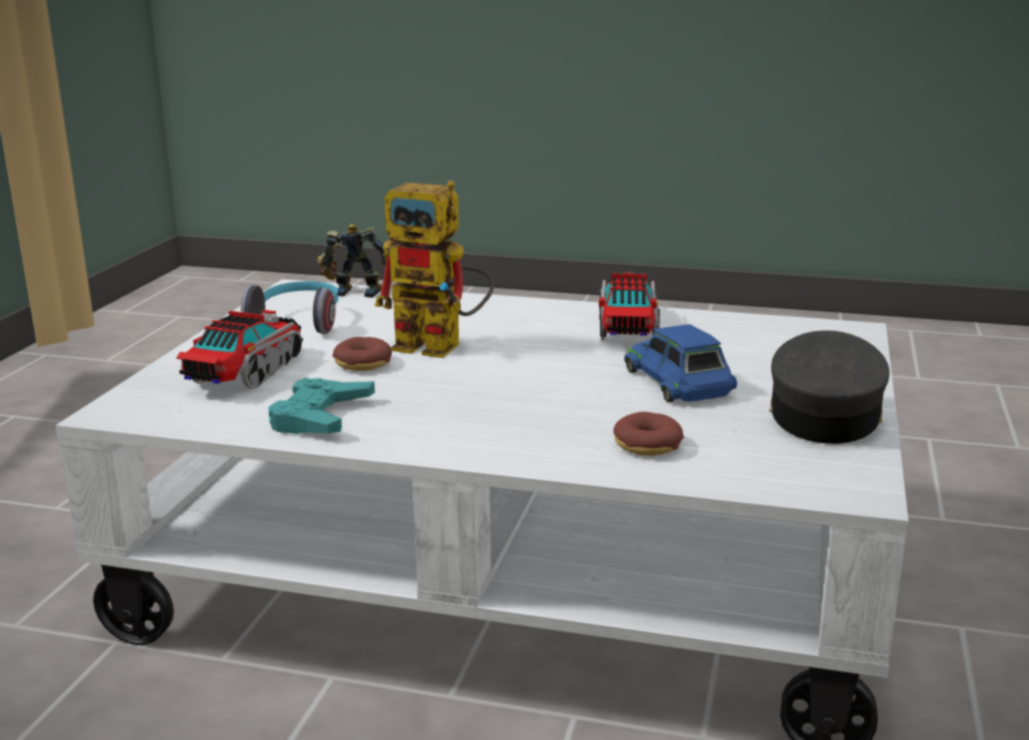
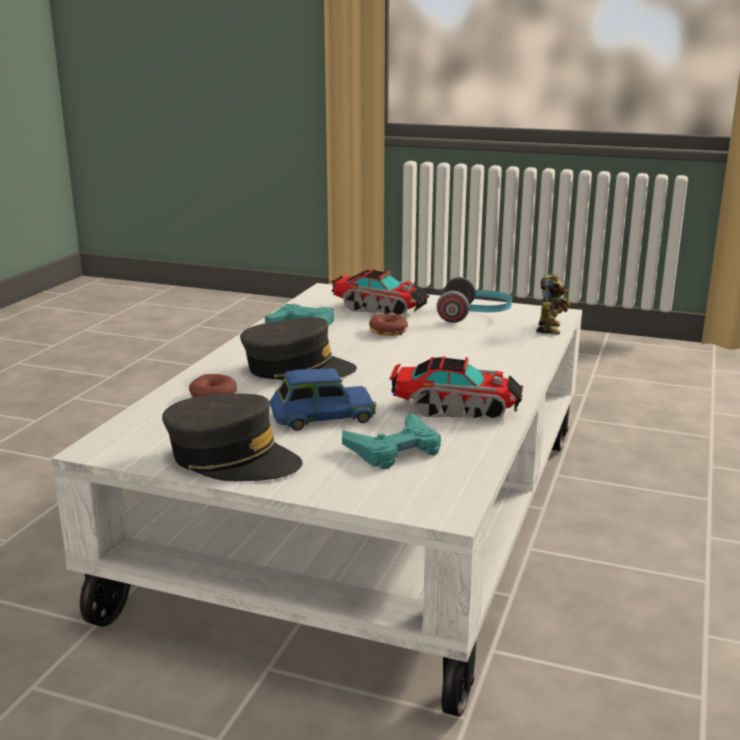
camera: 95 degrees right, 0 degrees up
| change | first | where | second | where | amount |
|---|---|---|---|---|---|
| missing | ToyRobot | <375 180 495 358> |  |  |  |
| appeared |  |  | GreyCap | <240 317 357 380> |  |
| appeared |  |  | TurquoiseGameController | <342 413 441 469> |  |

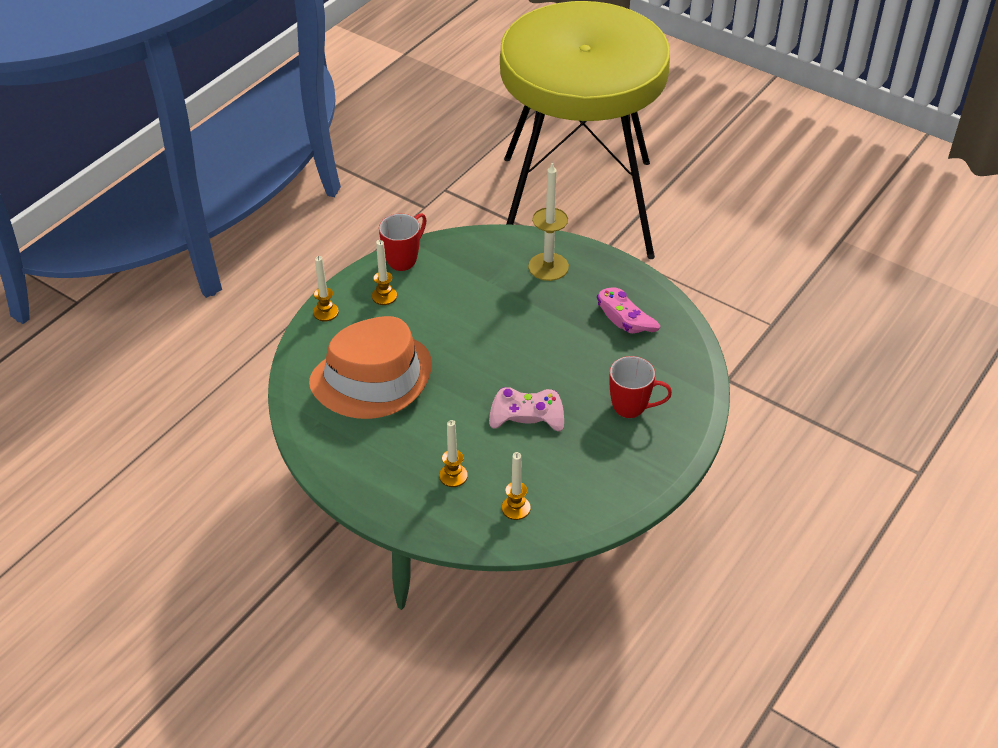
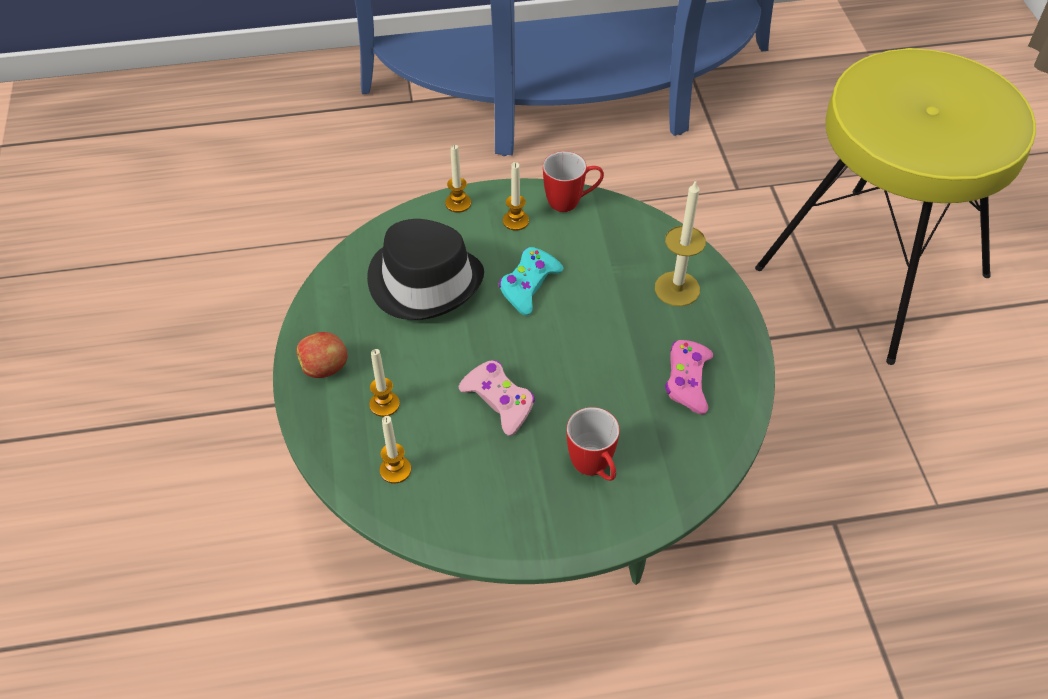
camera: 45 degrees right, 5 degrees up
| change | first | where | second | where | amount |
|---|---|---|---|---|---|
| appeared |  |  | Apple | <296 332 348 378> |  |
| appeared |  |  | TurquoiseGameController | <498 247 564 316> |  |
| colour | OrangeHat | <309 316 432 419> | BlackHat | <367 219 484 320> |  |

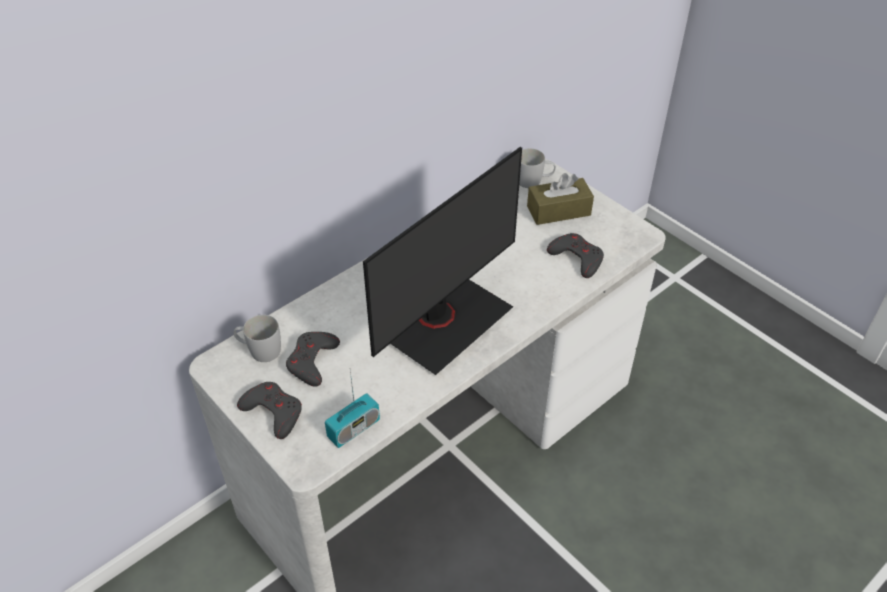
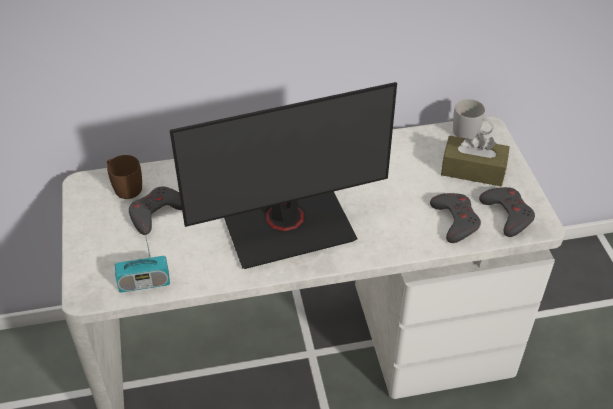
camera: 30 degrees right, 0 degrees up
| change | first | where | second | where | amount |
|---|---|---|---|---|---|
| relocated | GreyGameController | <237 382 302 439> |  | <479 187 535 237> |  |
| colour | WhiteMug | <233 315 281 362> | BrownMug | <107 155 142 199> |  |

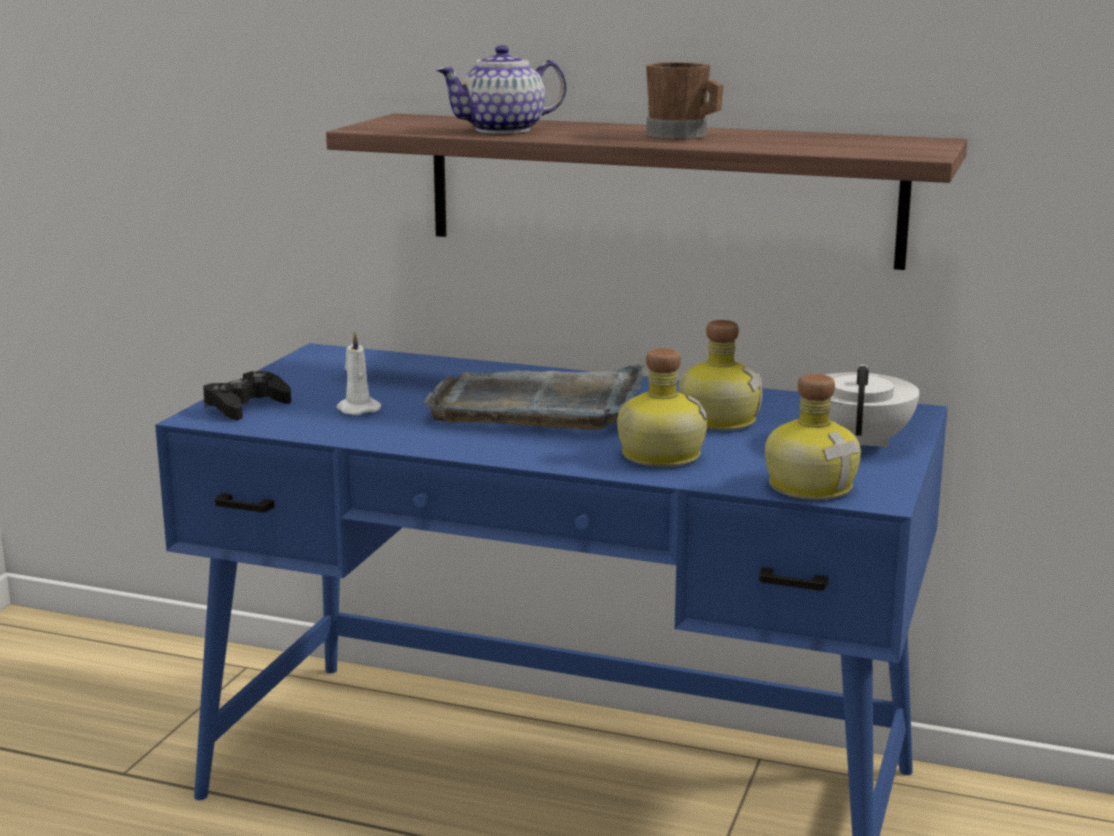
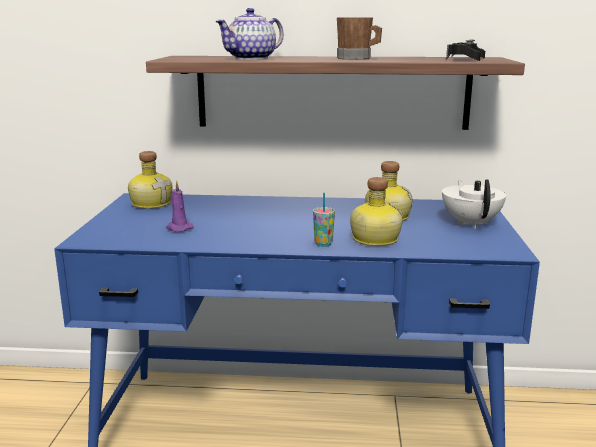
camera: 15 degrees left, 0 degrees up
| change | first | where | second | where | amount |
|---|---|---|---|---|---|
| missing | GreyTray | <422 363 646 430> |  |  |  |
| appeared |  |  | Cup | <313 193 335 247> |  |
| relocated | BlackGameController | <203 371 291 420> |  | <446 40 485 61> |  |
| relocated | Bottle | <765 374 861 500> |  | <128 151 173 209> |  |
| colour | WhiteCandle | <337 331 381 415> | PurpleCandle | <166 181 194 232> |  |

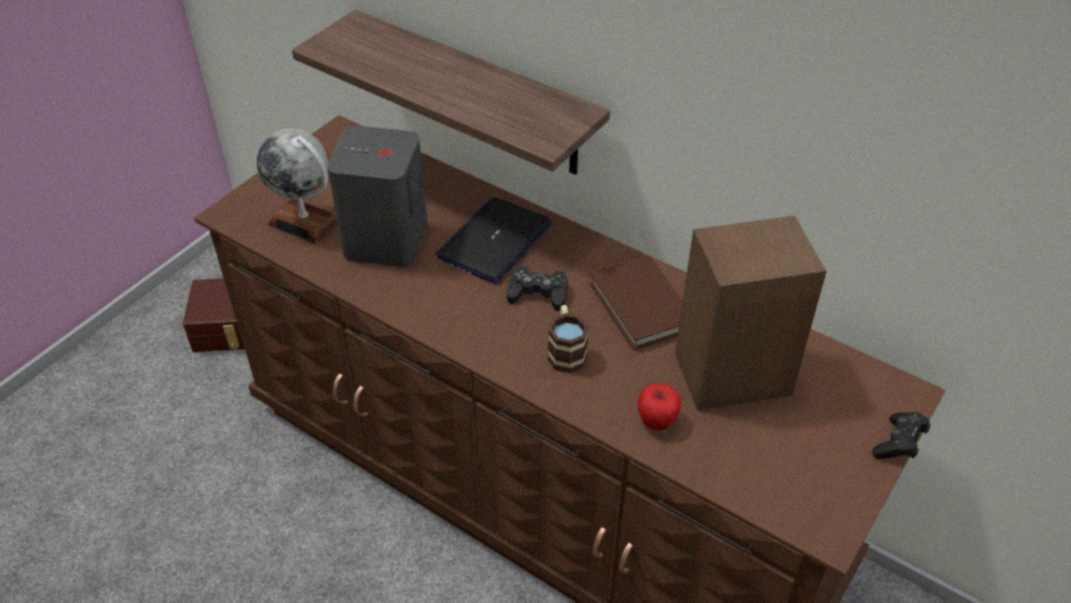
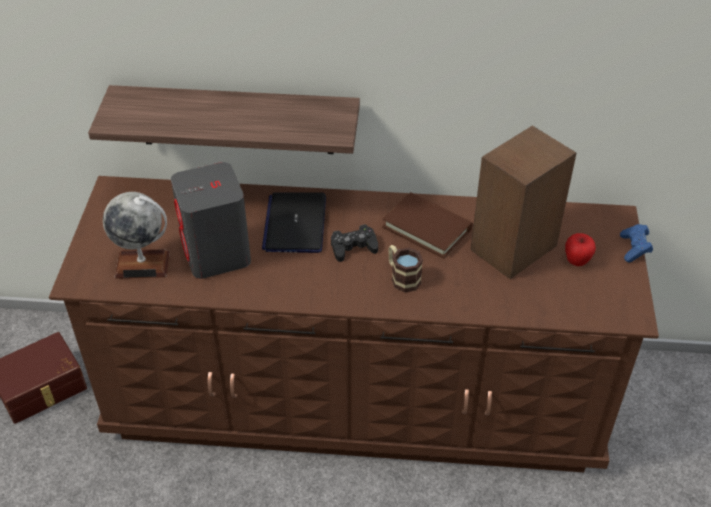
camera: 30 degrees left, 0 degrees up
| change | first | where | second | where | amount |
|---|---|---|---|---|---|
| relocated | Apple | <637 383 681 430> |  | <565 233 596 266> |  |
| colour | BlackGameController | <872 412 930 459> | BlueGameController | <620 224 653 263> |  |

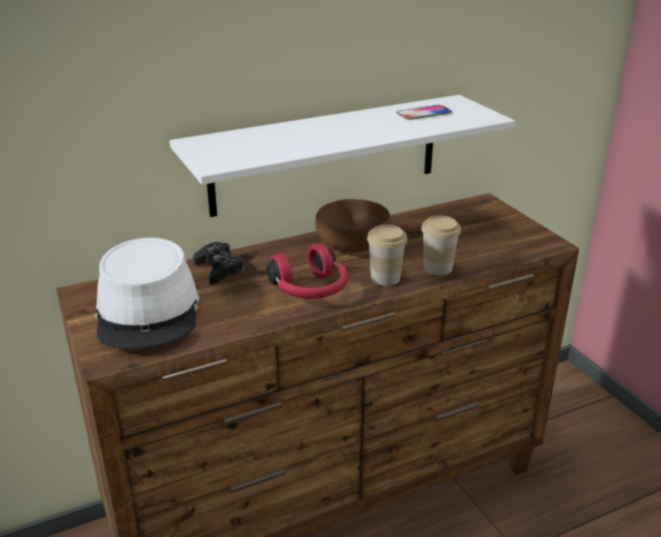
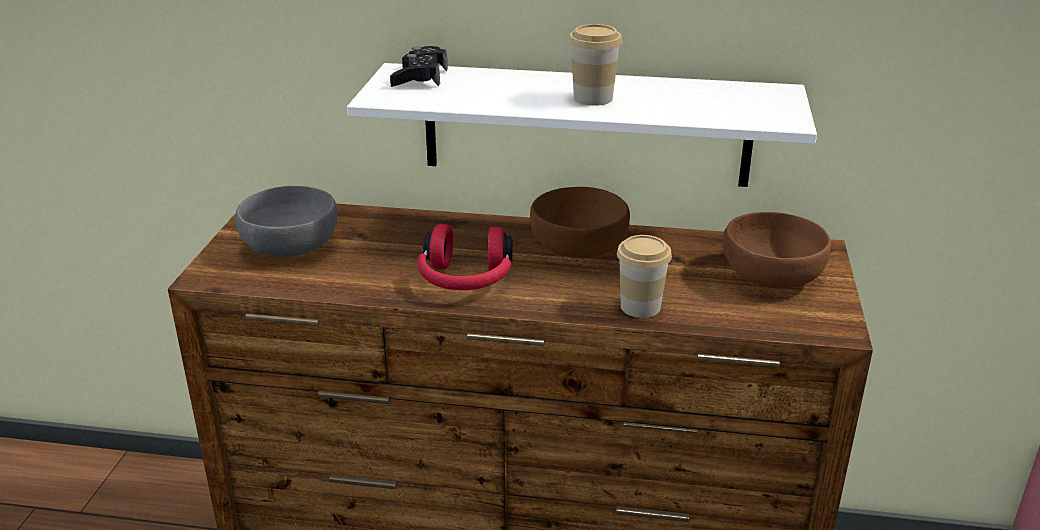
camera: 35 degrees right, 0 degrees up
| change | first | where | second | where | amount |
|---|---|---|---|---|---|
| missing | Phone | <397 105 452 120> |  |  |  |
| appeared |  |  | BrownBowl | <723 212 831 289> |  |
| relocated | BlackGameController | <193 242 244 285> |  | <390 46 448 87> |  |
| relocated | Cup | <367 225 407 286> |  | <569 24 622 106> |  |
| exchanged | WhiteHat | <95 238 199 350> | GreyBowl | <235 186 338 257> |  |

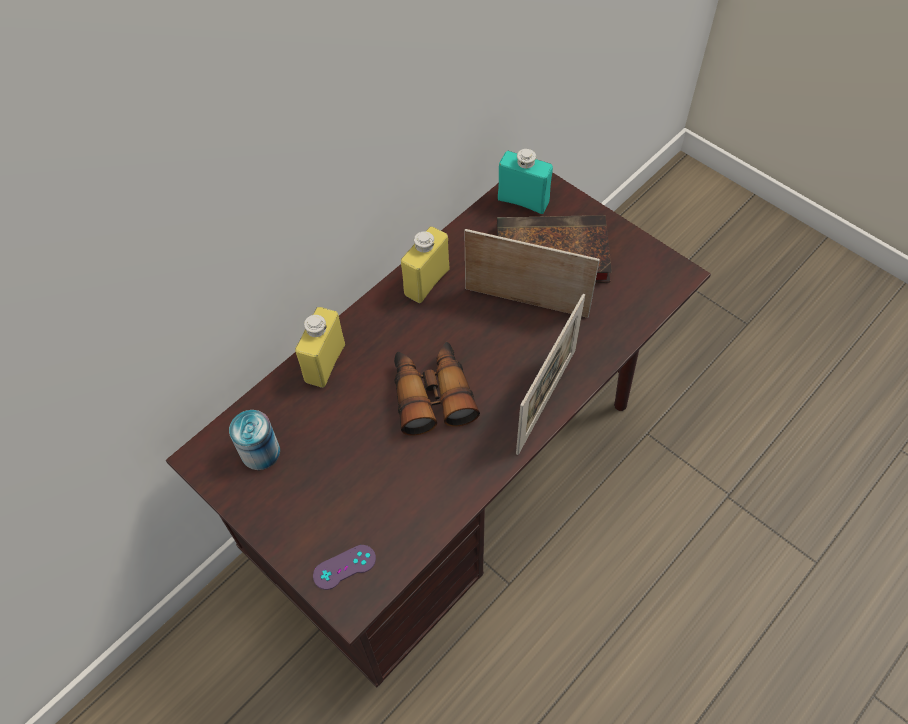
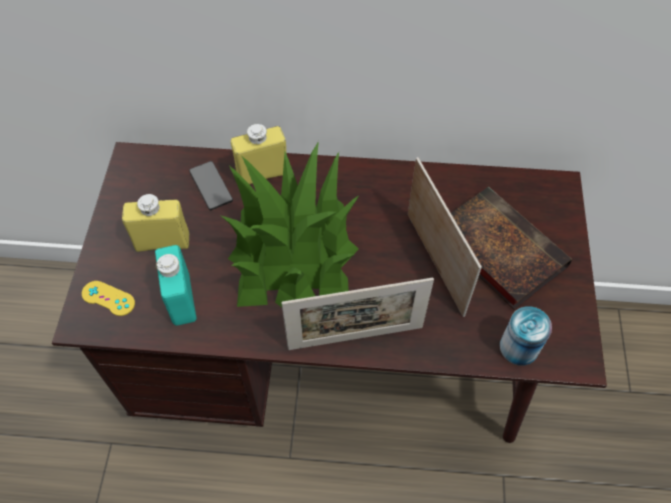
camera: 50 degrees right, 0 degrees up
| change | first | where | second | where | amount |
|---|---|---|---|---|---|
| appeared |  |  | Phone | <189 161 233 210> |  |
| relocated | Can | <229 410 280 470> |  | <500 306 552 366> |  |
| relocated | YellowBottle | <401 227 449 303> |  | <122 194 189 252> |  |
| relocated | TurquoiseBottle | <498 149 553 214> |  | <155 245 197 326> |  |
| exchanged | Binoculars | <394 342 480 435> | PottedPlant | <221 141 359 307> |  |
| colour | PurpleGameController | <313 545 376 590> | YellowGameController | <82 281 135 316> |  |

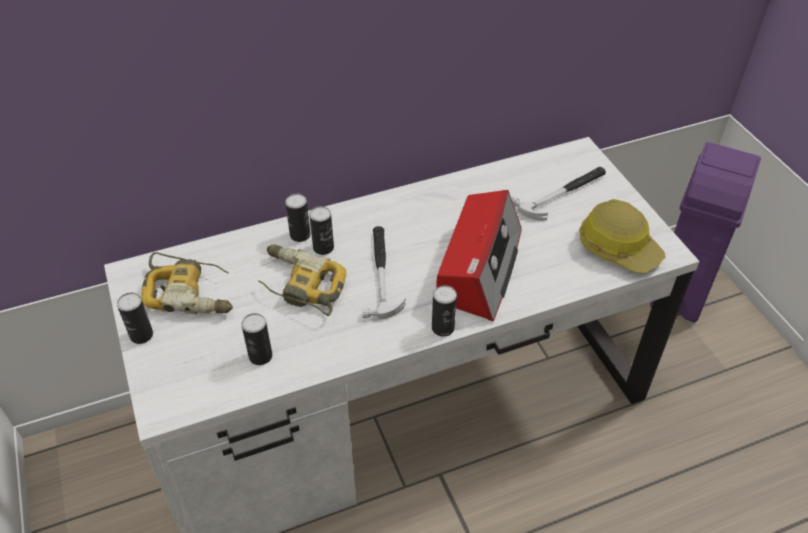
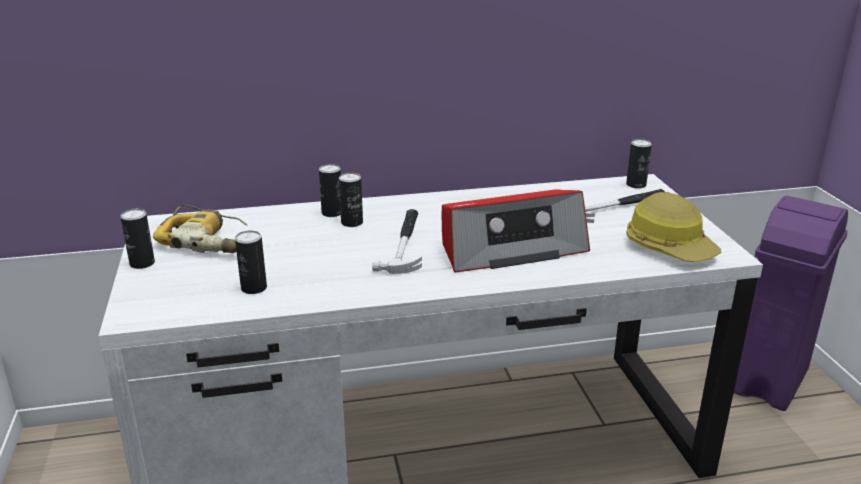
camera: 10 degrees right, 20 degrees down
| change | first | where | second | where | amount |
|---|---|---|---|---|---|
| missing | PowerDrill | <259 244 346 316> |  |  |  |
| relocated | Can | <432 285 457 337> |  | <626 139 652 188> |  |
| spun | Radio | <436 190 522 321> |  | <442 189 590 272> | 45 degrees clockwise |

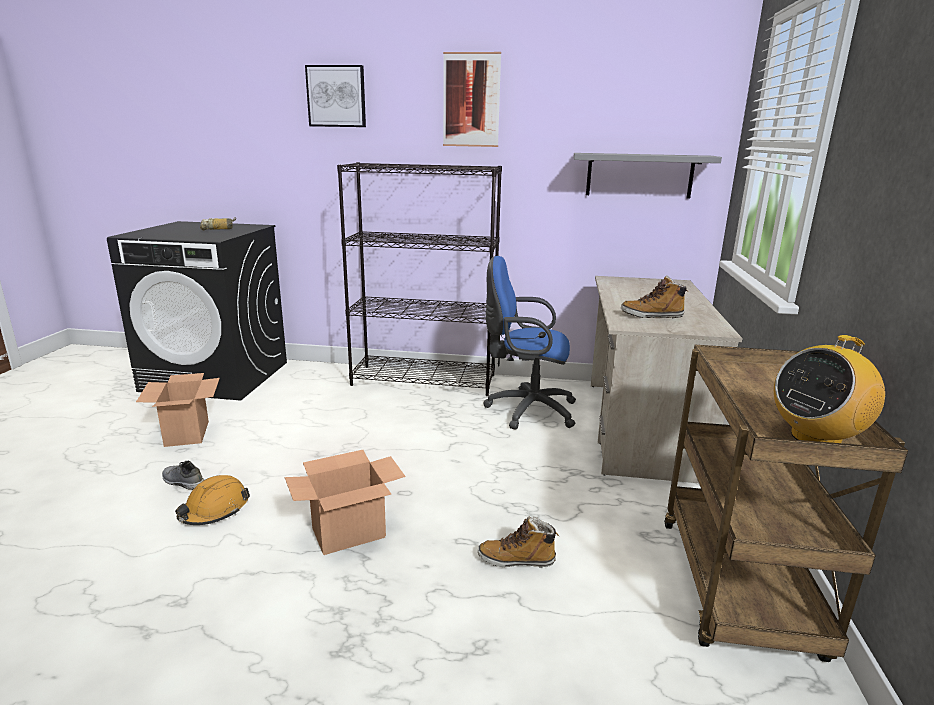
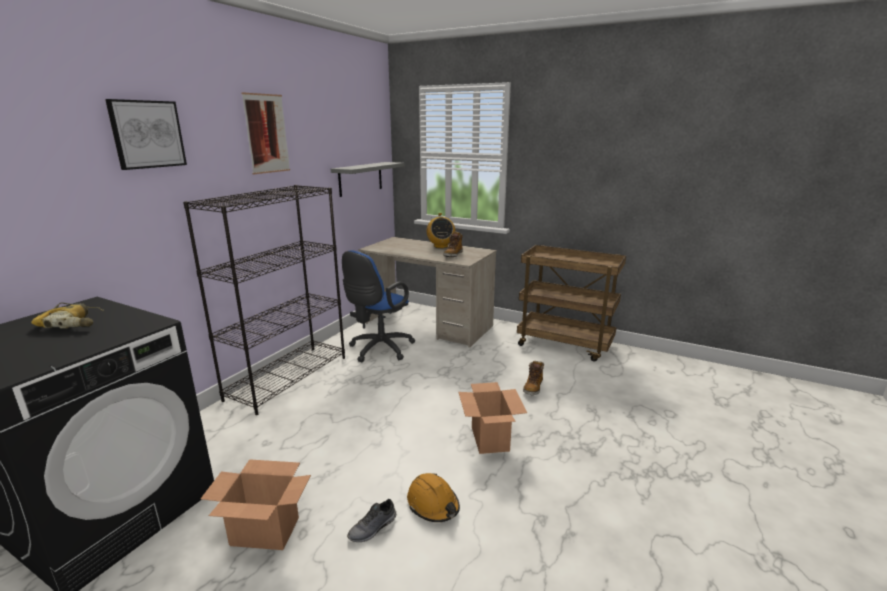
camera: 70 degrees left, 0 degrees up
| change | first | where | second | where | amount |
|---|---|---|---|---|---|
| relocated | Radio | <774 335 885 443> |  | <427 213 455 248> |  |

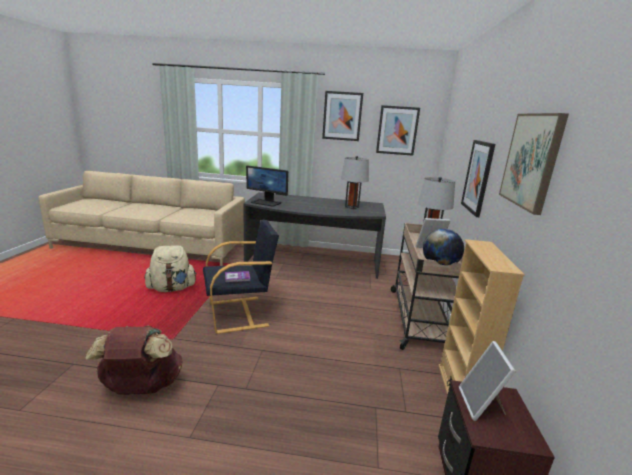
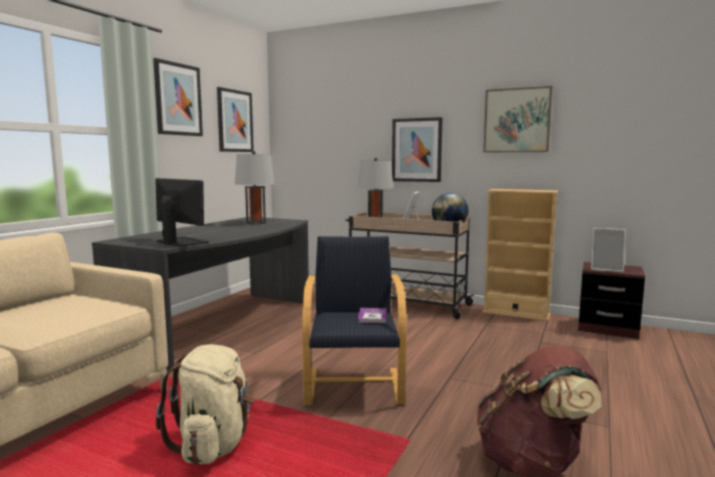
camera: 70 degrees left, 10 degrees down
| change | first | where | second | where | amount |
|---|---|---|---|---|---|
| spun | Monitor | <246 166 288 207> |  | <155 178 209 247> | 90 degrees counterclockwise |

